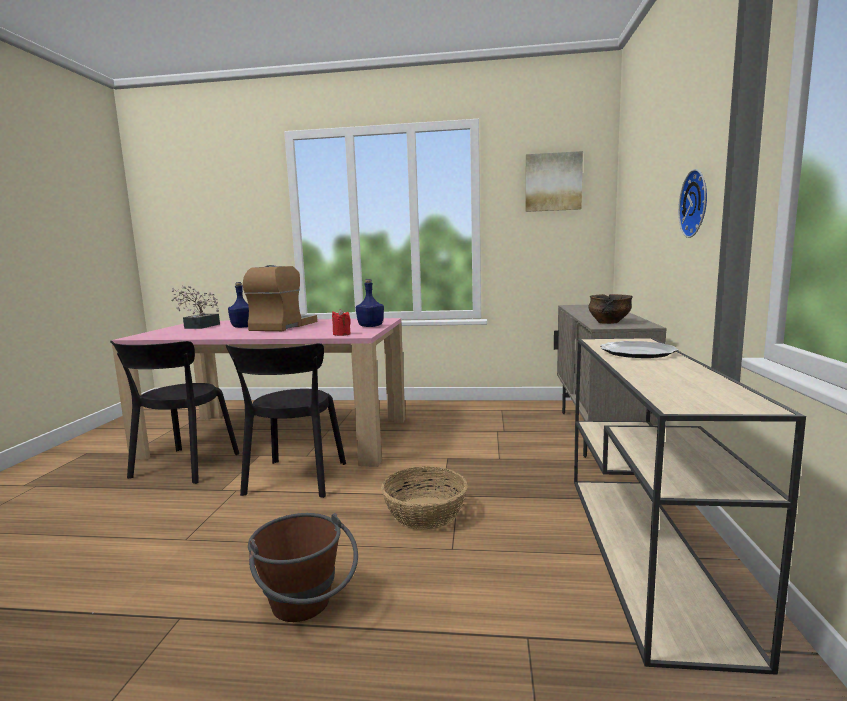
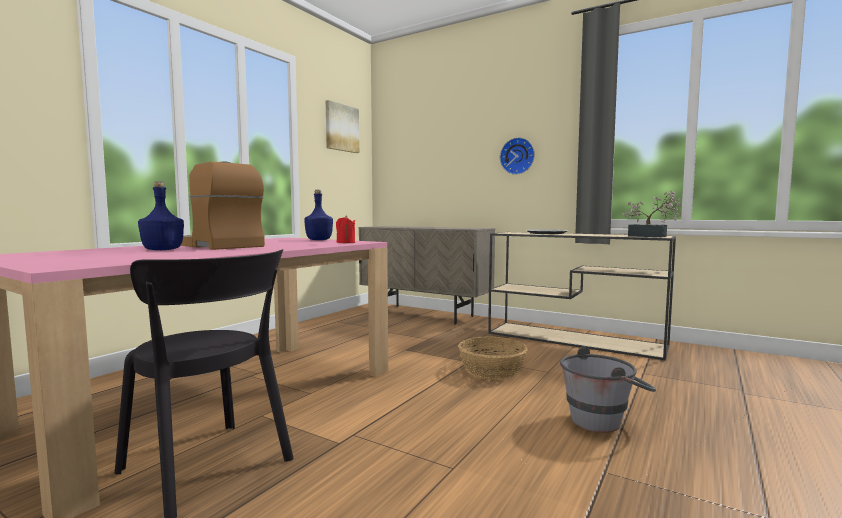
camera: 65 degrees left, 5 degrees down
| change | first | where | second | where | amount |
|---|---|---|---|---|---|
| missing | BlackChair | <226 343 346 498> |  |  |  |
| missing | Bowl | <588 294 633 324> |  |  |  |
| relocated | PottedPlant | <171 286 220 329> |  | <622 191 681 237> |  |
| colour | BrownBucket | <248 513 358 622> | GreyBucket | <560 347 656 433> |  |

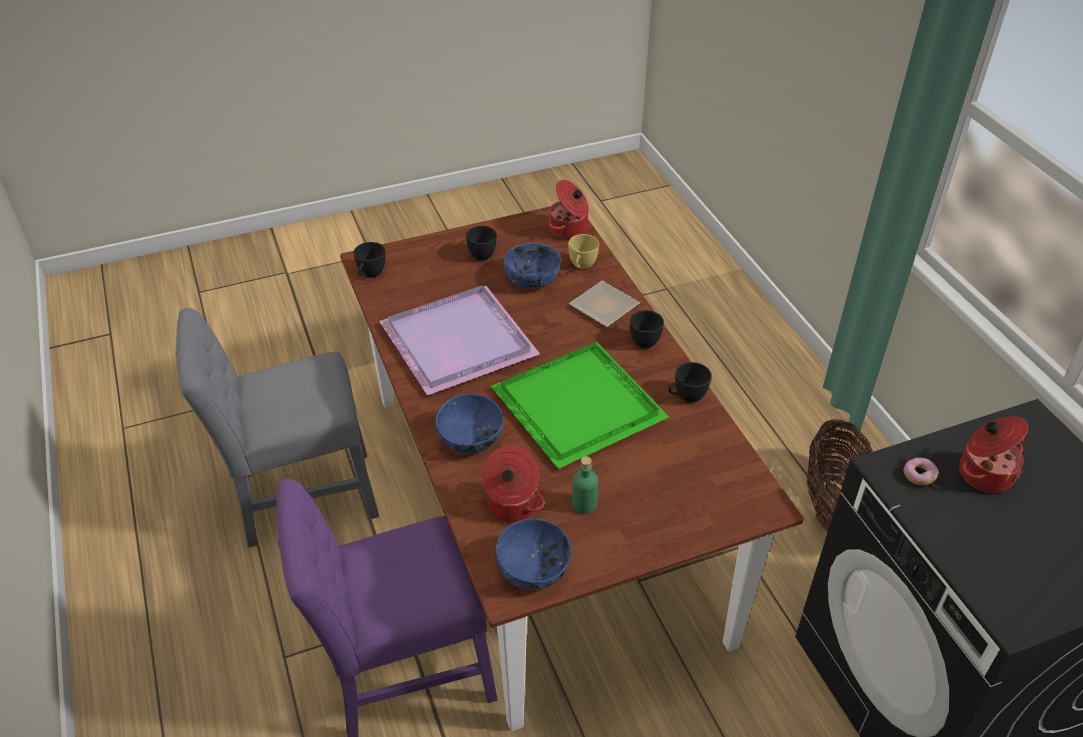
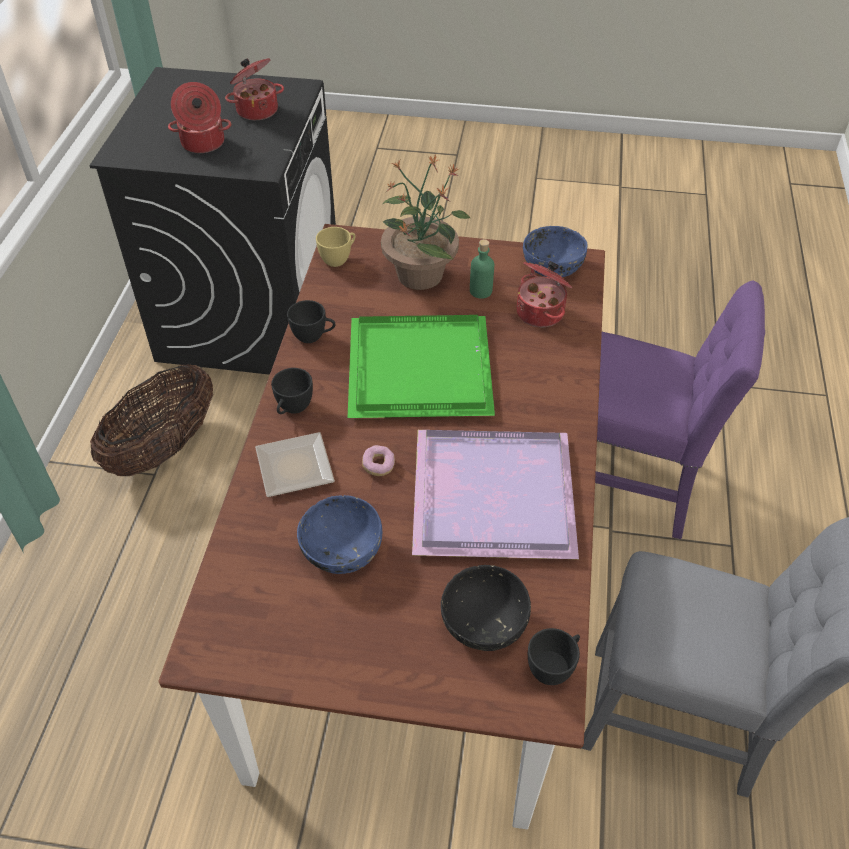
camera: 150 degrees left, 5 degrees up
| change | first | where | second | where | amount |
|---|---|---|---|---|---|
| missing | BlueBowl | <436 394 504 454> |  |  |  |
| missing | BlackCup | <466 226 497 260> |  |  |  |
| appeared |  |  | PottedPlant | <381 154 471 290> |  |
| appeared |  |  | BlackBowl | <441 565 531 651> |  |
| relocated | CookingPot | <549 180 589 239> |  | <225 58 284 120> |  |
| relocated | YellowCup | <568 234 599 269> |  | <316 227 355 267> |  |
| relocated | Donut | <904 457 938 485> |  | <362 445 395 476> |  |

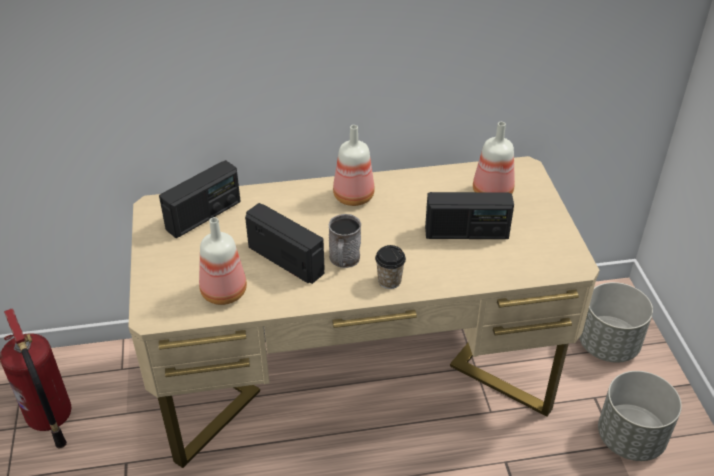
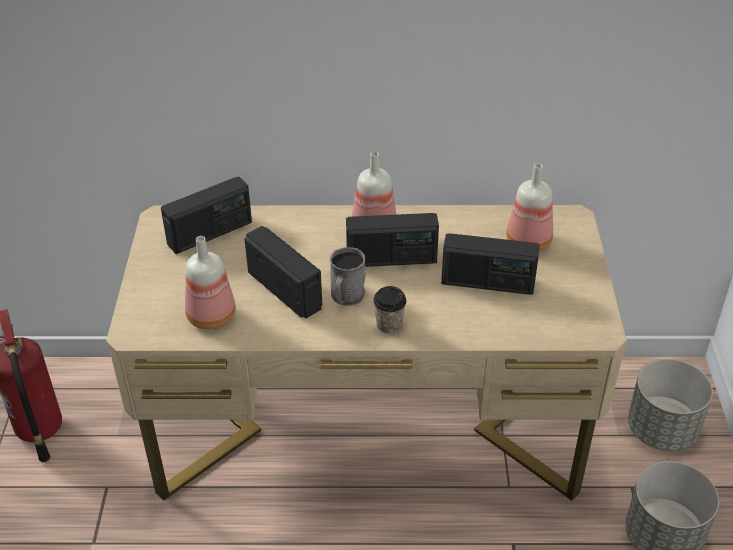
camera: 10 degrees right, 0 degrees up
| change | first | where | second | where | amount |
|---|---|---|---|---|---|
| appeared |  |  | Radio | <346 213 439 267> |  |

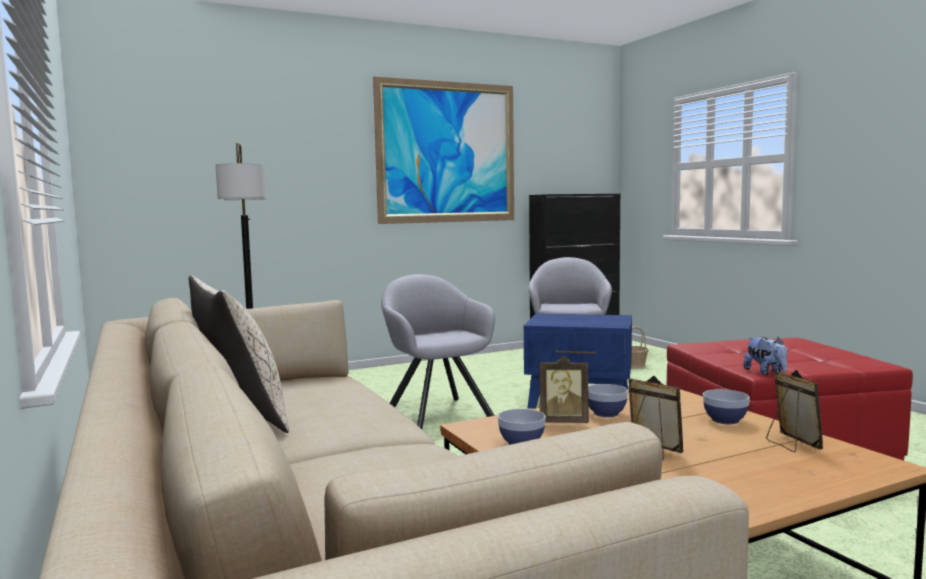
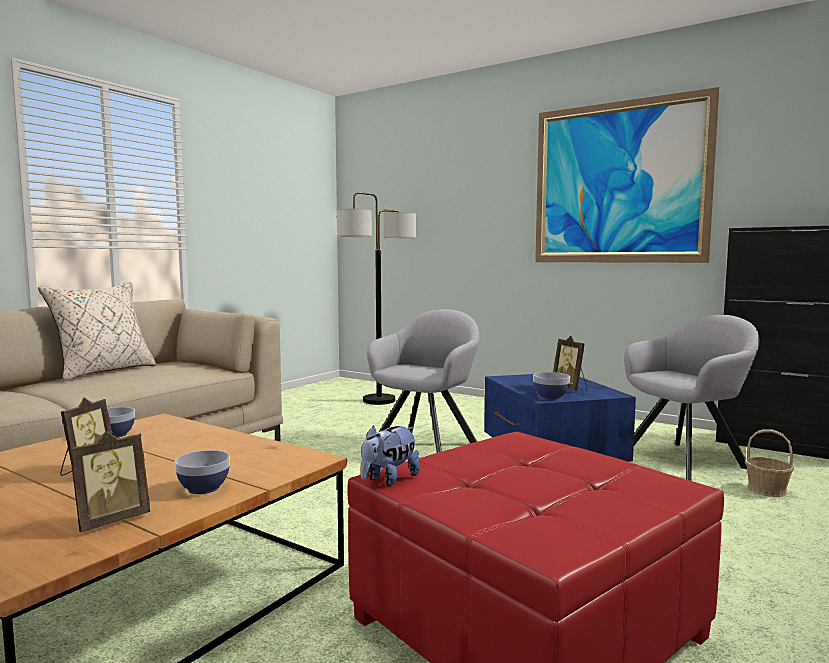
camera: 60 degrees right, 0 degrees up
| change | first | where | second | where | amount |
|---|---|---|---|---|---|
| relocated | PictureFrame | <539 356 589 423> |  | <553 336 587 391> |  |
| relocated | Bowl | <588 384 628 417> |  | <533 372 570 399> |  |

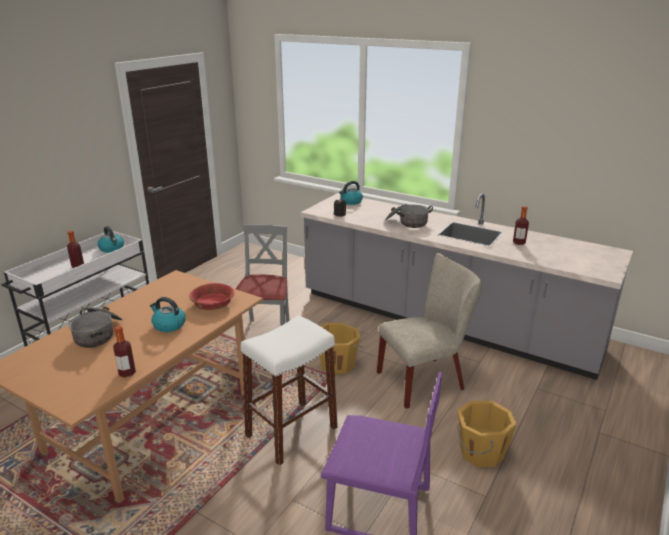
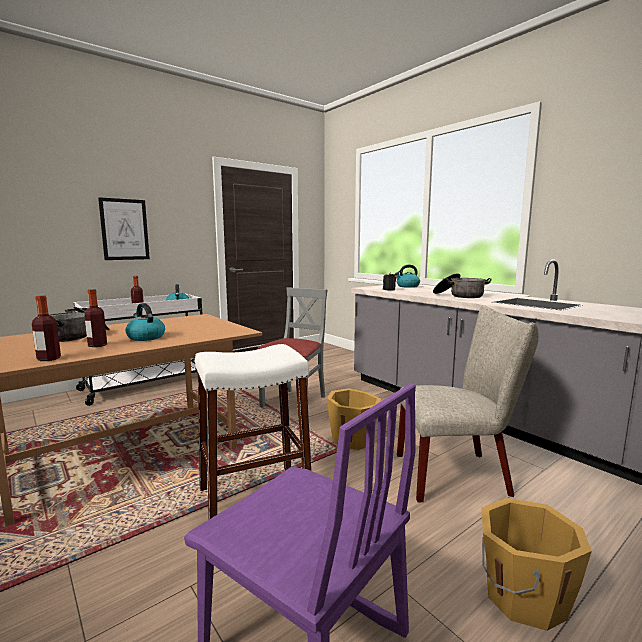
camera: 20 degrees right, 15 degrees down
| change | first | where | second | where | amount |
|---|---|---|---|---|---|
| missing | RedBowl | <189 283 234 310> |  |  |  |
| appeared |  |  | Picture | <98 197 150 260> |  |
| relocated | Bottle | <513 206 529 245> |  | <84 289 107 347> |  |

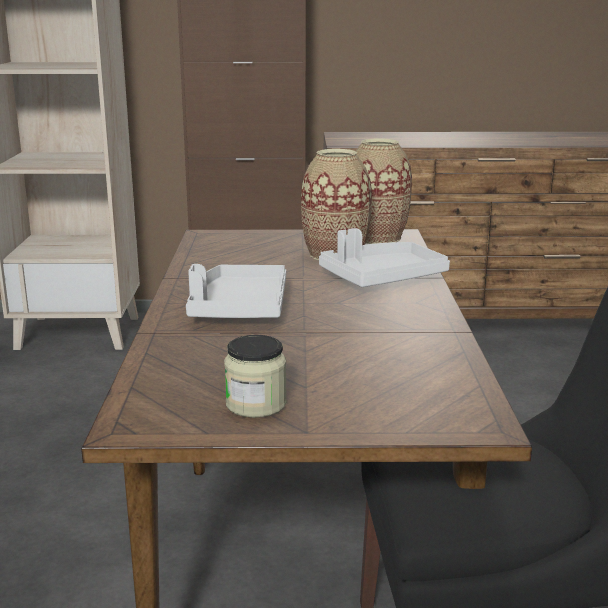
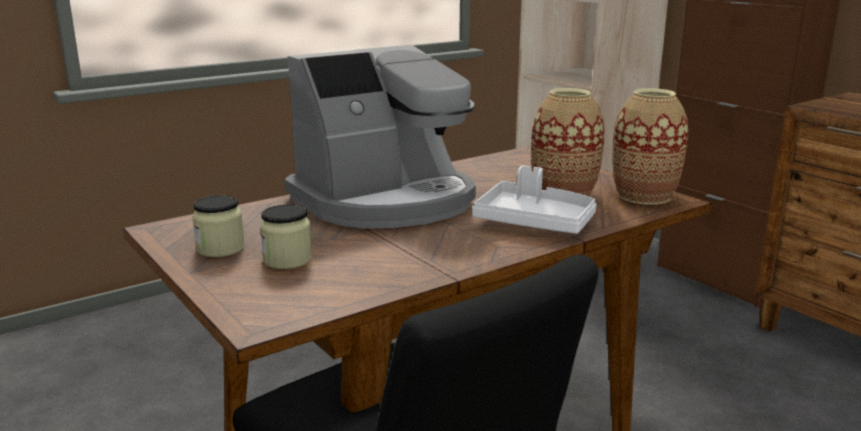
camera: 55 degrees right, 0 degrees up
| change | first | where | second | where | amount |
|---|---|---|---|---|---|
| appeared |  |  | Jar | <260 204 312 269> |  |
| exchanged | WhiteTray | <186 264 286 318> | CoffeeMachine | <285 45 476 229> |  |

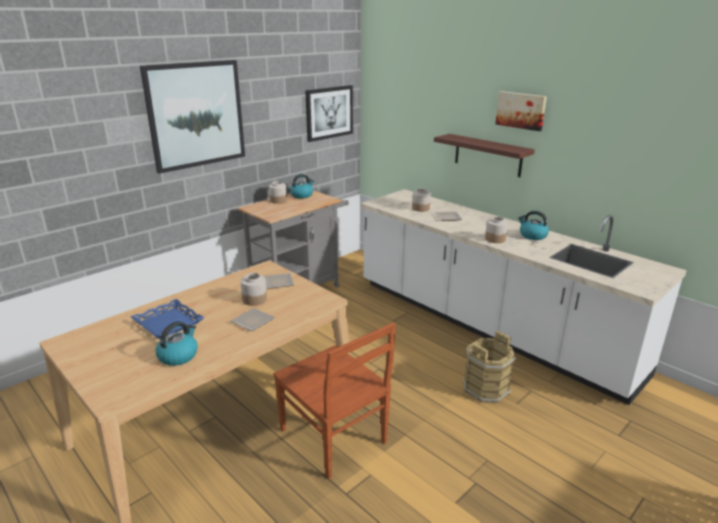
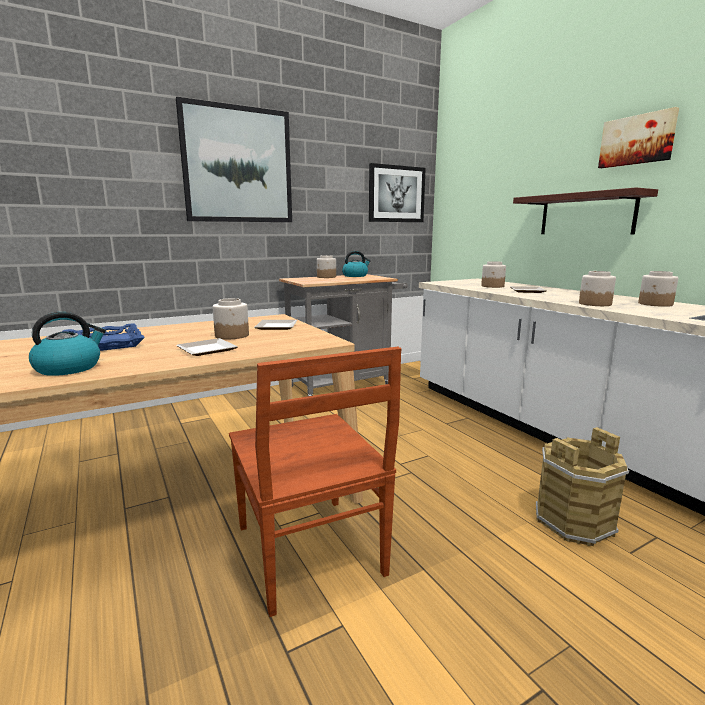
camera: 15 degrees right, 10 degrees down
| change | first | where | second | where | amount |
|---|---|---|---|---|---|
| exchanged | Kettle | <518 211 549 240> | Jar | <638 271 678 307> |  |

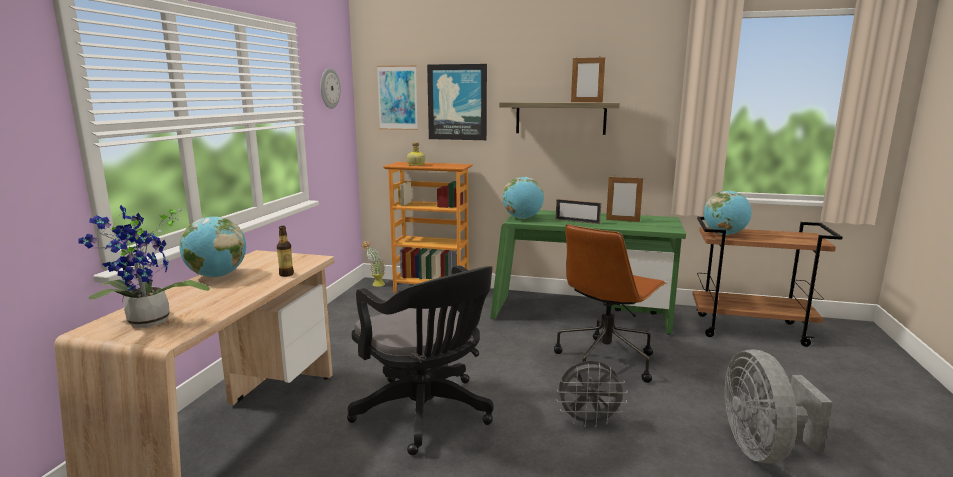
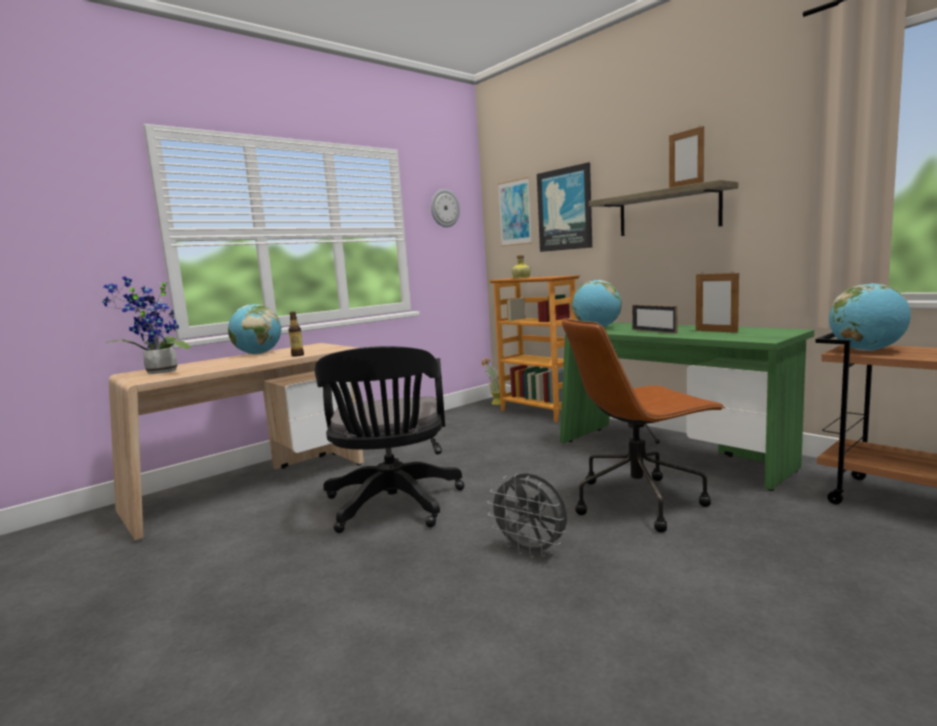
camera: 35 degrees right, 5 degrees down
| change | first | where | second | where | amount |
|---|---|---|---|---|---|
| missing | GreyFan | <724 349 833 464> |  |  |  |

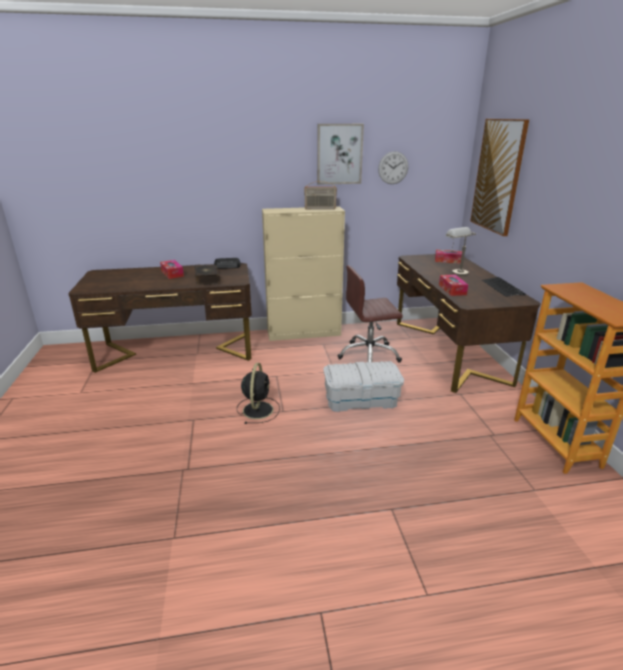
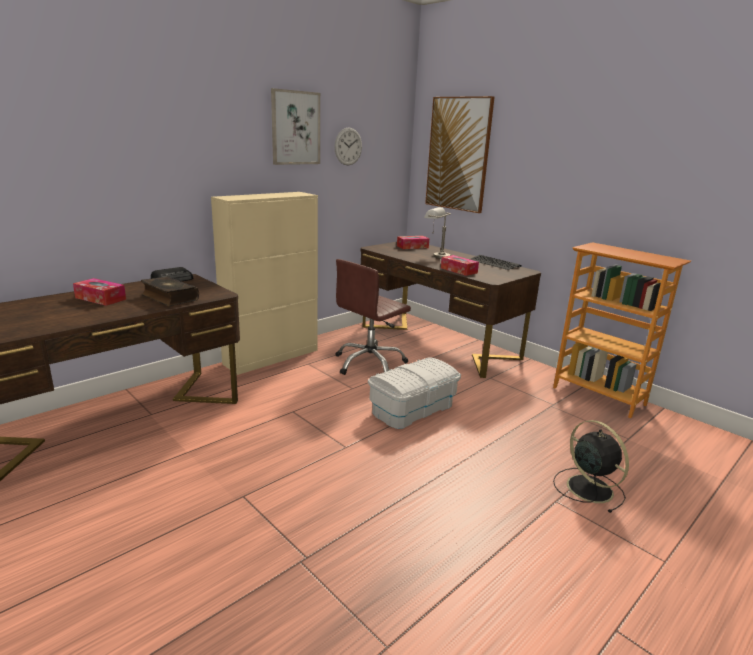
camera: 35 degrees left, 5 degrees down
| change | first | where | second | where | amount |
|---|---|---|---|---|---|
| missing | Radio | <304 181 337 210> |  |  |  |
| relocated | BlackFan | <237 363 280 424> |  | <553 420 629 513> |  |

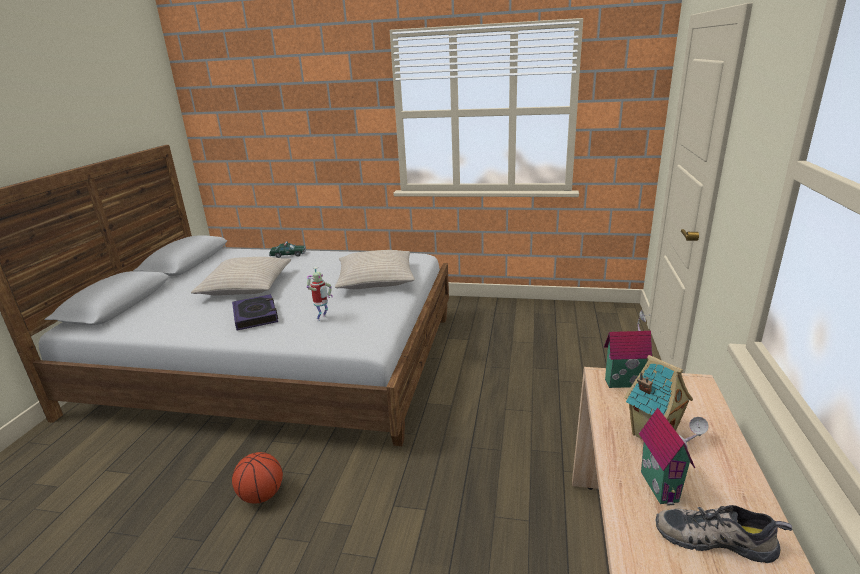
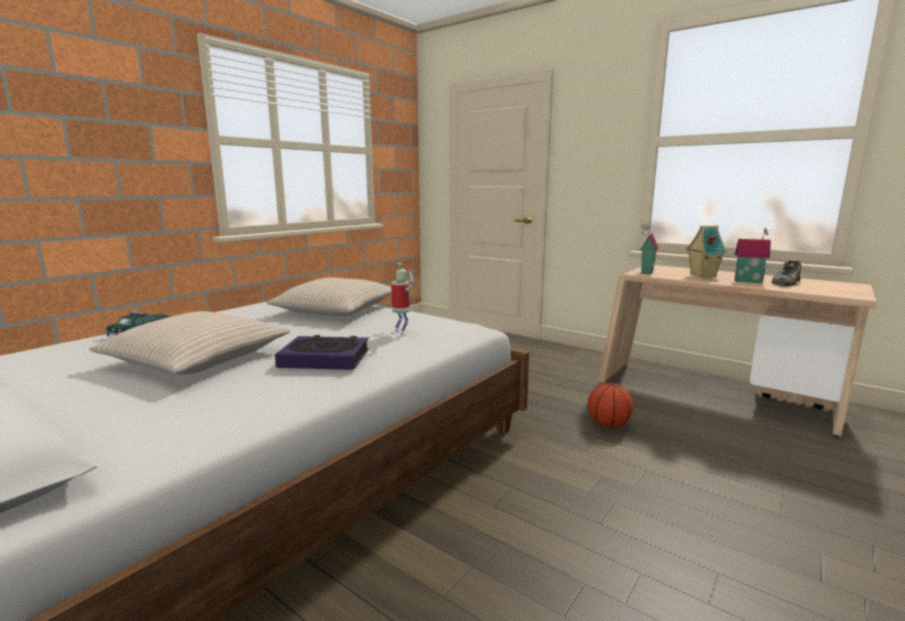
camera: 65 degrees left, 10 degrees down
| change | first | where | second | where | amount |
|---|---|---|---|---|---|
| relocated | Basketball | <232 452 283 504> |  | <587 383 633 428> |  |

